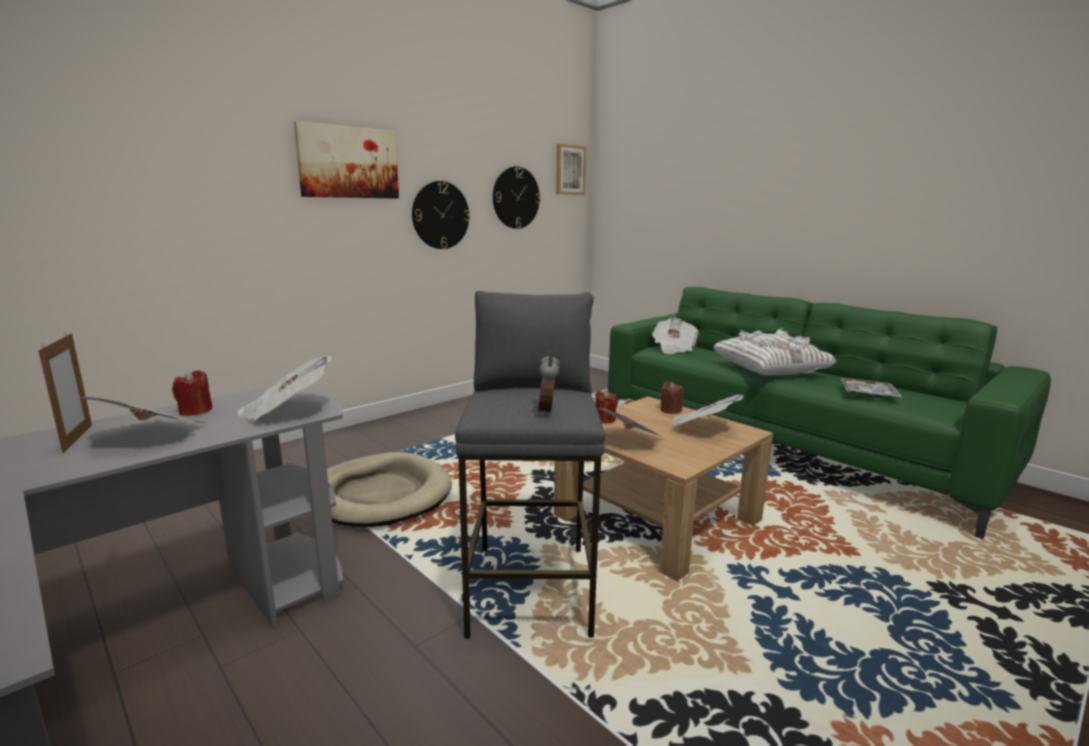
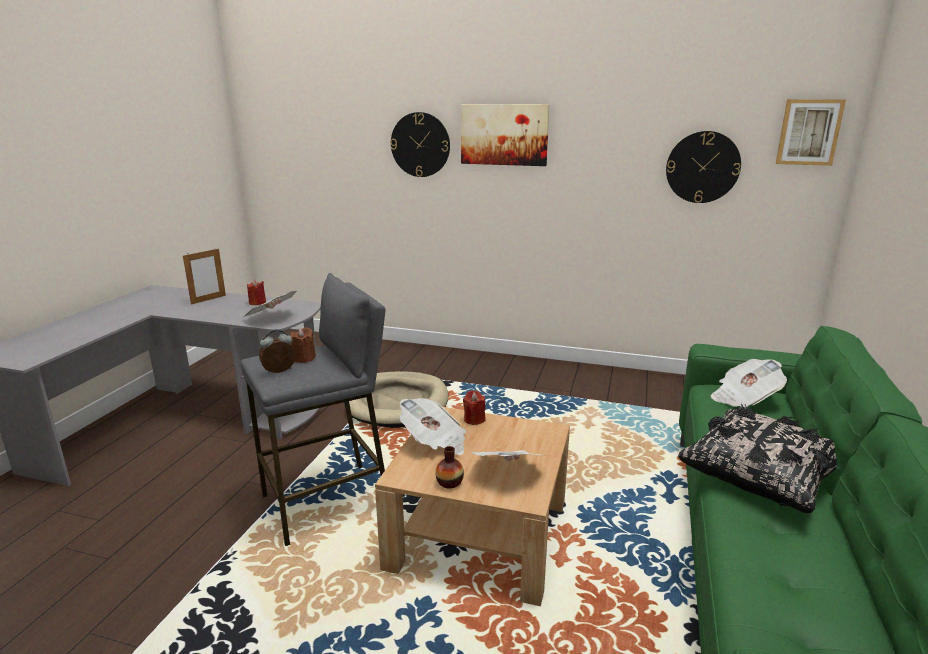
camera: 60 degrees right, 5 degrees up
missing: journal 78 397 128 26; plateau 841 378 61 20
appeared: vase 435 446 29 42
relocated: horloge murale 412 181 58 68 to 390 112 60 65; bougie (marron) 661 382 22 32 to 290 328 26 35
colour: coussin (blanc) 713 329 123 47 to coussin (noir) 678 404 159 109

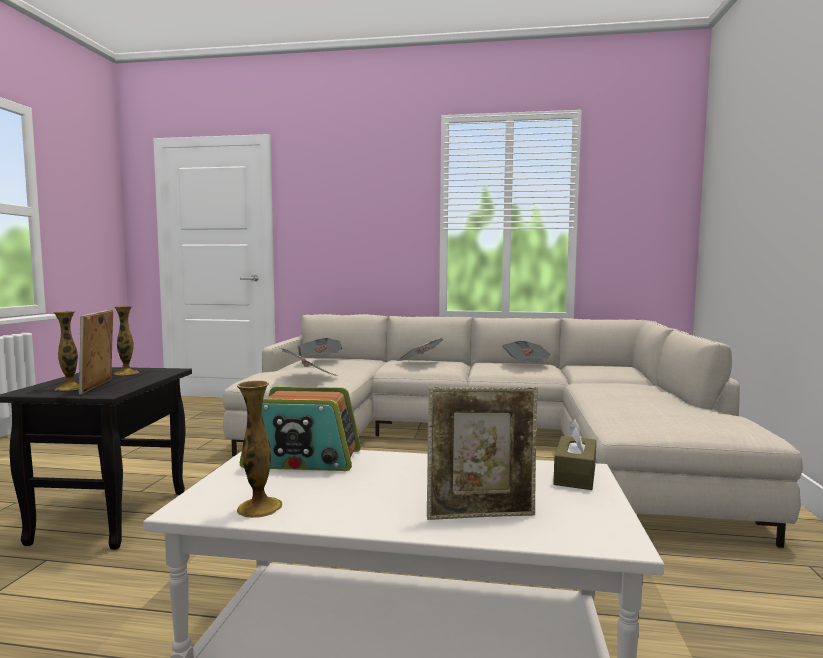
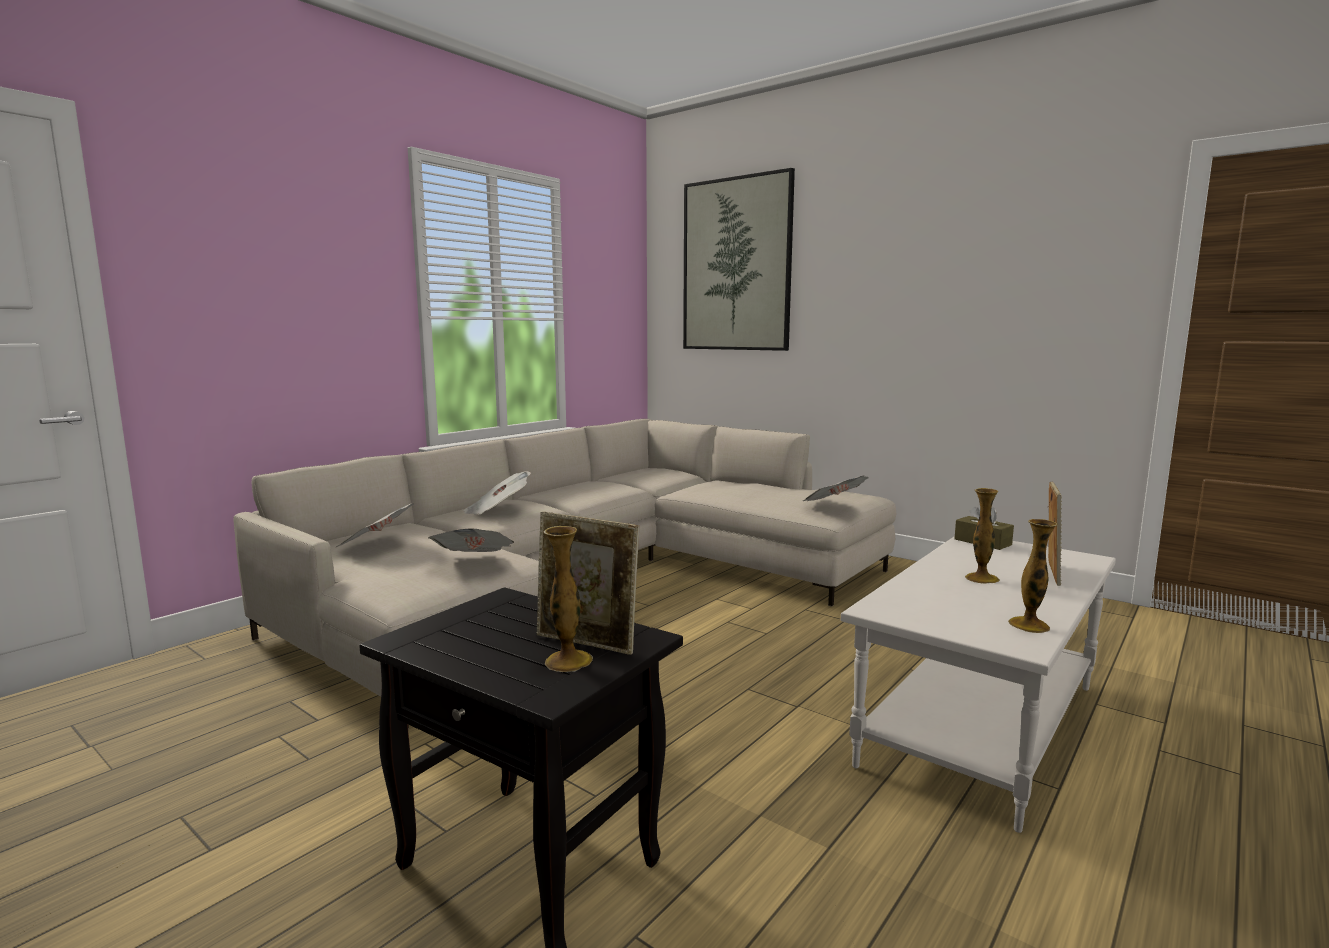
camera: 60 degrees left, 5 degrees up
missing: radio 240 386 121 85
appeared: tableau 683 168 112 183
relocated: vase 114 306 25 69 to 965 488 35 96; journal 502 341 48 22 to 803 475 66 26

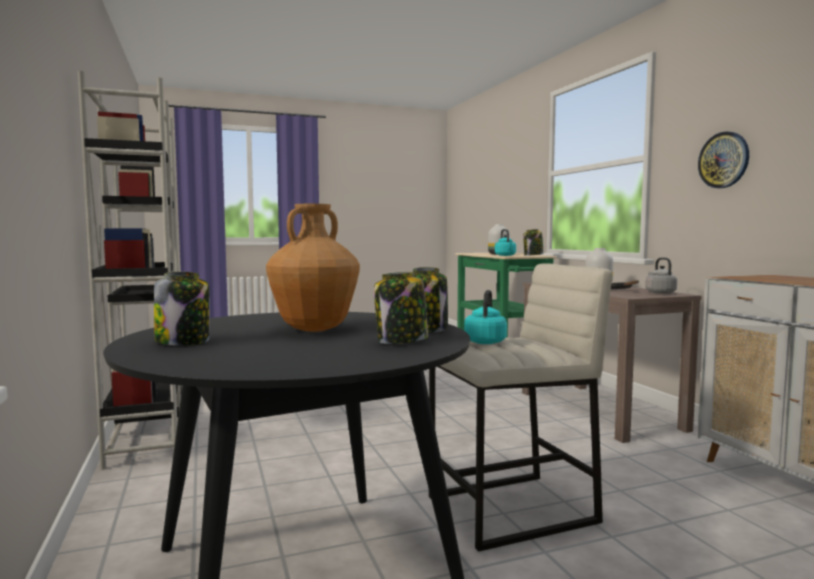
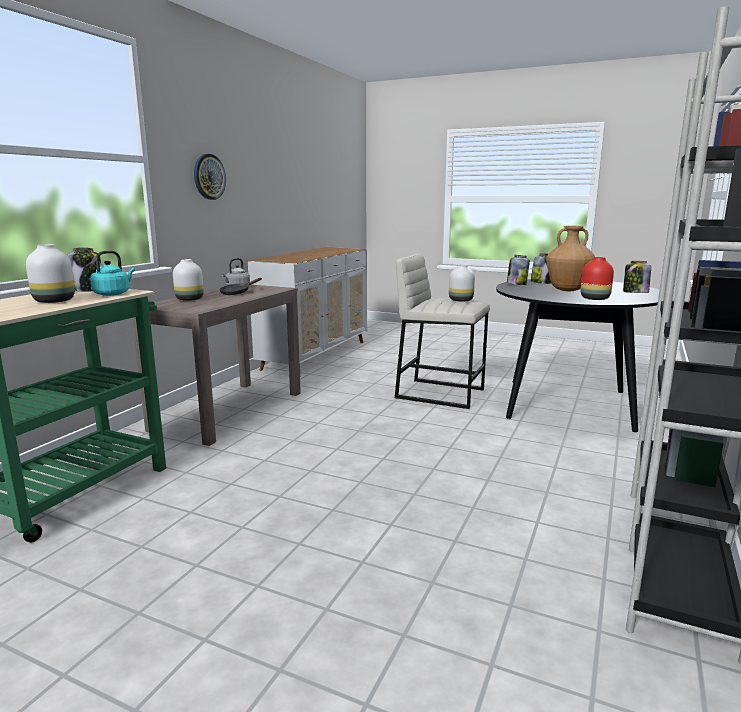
camera: 135 degrees left, 10 degrees up
appeared: vase (rouge) 581 257 33 43
exchanged: bouilloire (turquoise) 464 290 43 54 to vase (blanc) 449 264 26 38

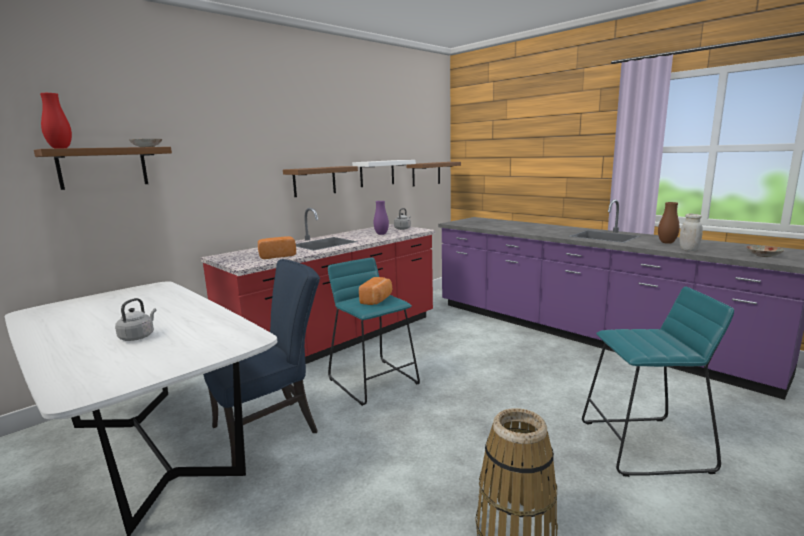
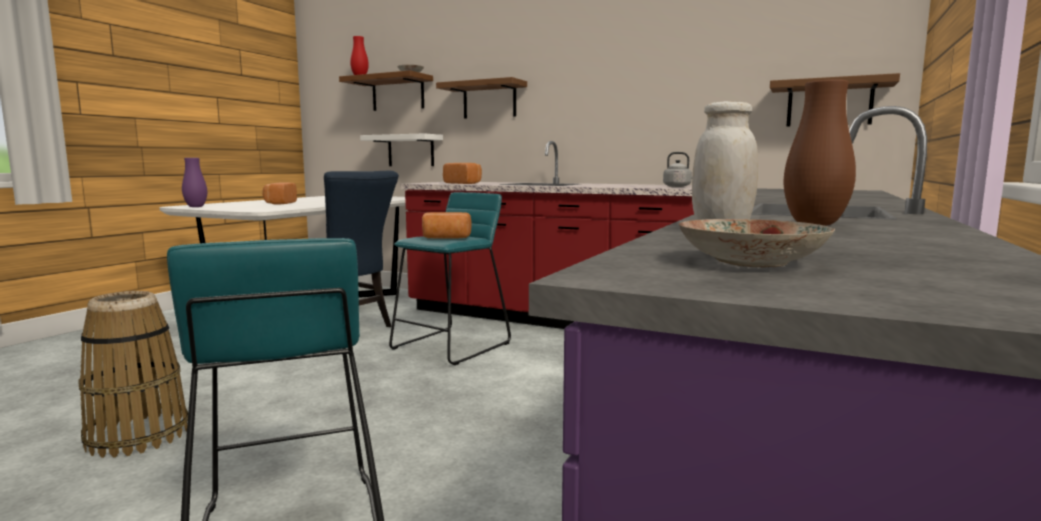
camera: 70 degrees right, 5 degrees down
relocated: étagère (marron) 283 166 75 31 to 436 77 91 42; étagère (blanc) 352 160 64 27 to 360 133 83 33; vase (violet) 373 201 16 34 to 182 158 25 49
exchanged: bouilloire (gris) 115 298 41 43 to pain 263 182 34 22

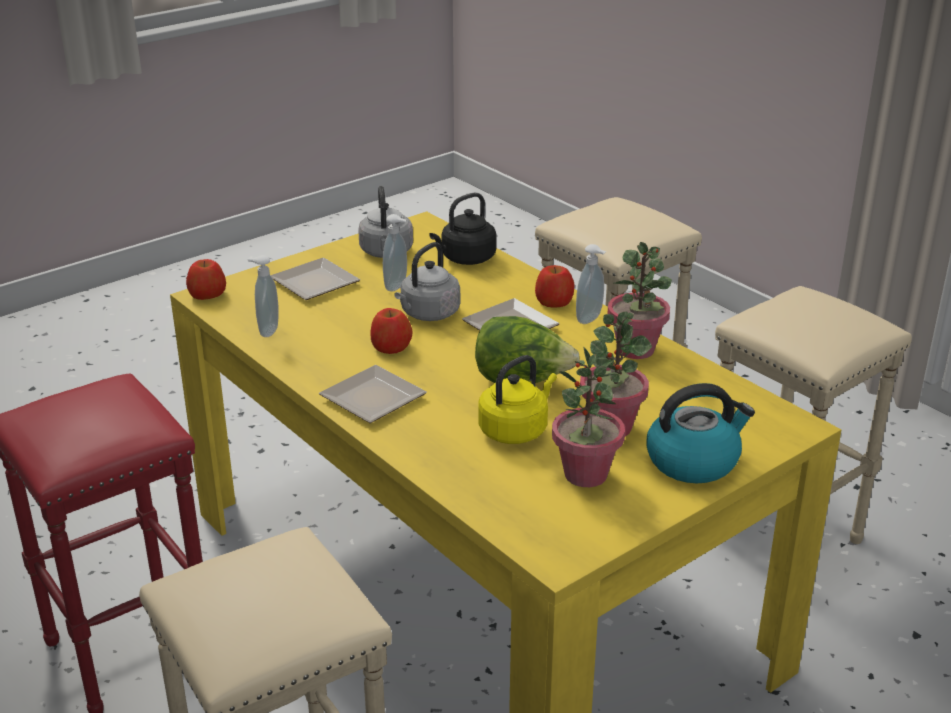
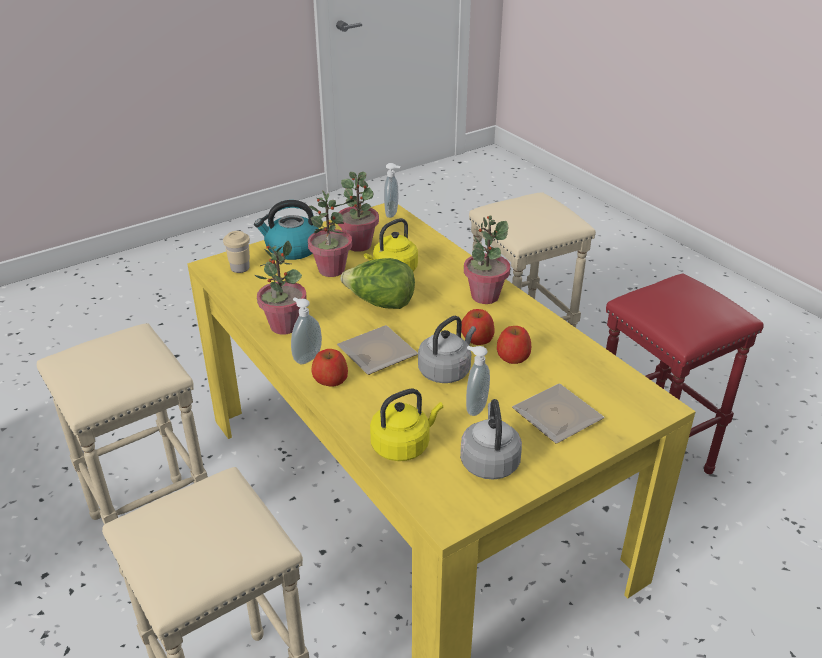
camera: 175 degrees left, 5 degrees up
appeared: tasse (beige) 223 231 27 42
relocated: pomme 186 259 40 41 to 497 326 34 38; distributeur de savon 247 255 31 82 to 384 163 17 55
exchanged: assiette 319 365 108 58 to plante en pot 464 216 46 88
colour: bouilloire (noir) 429 193 68 72 to bouilloire (jaune) 370 389 73 72

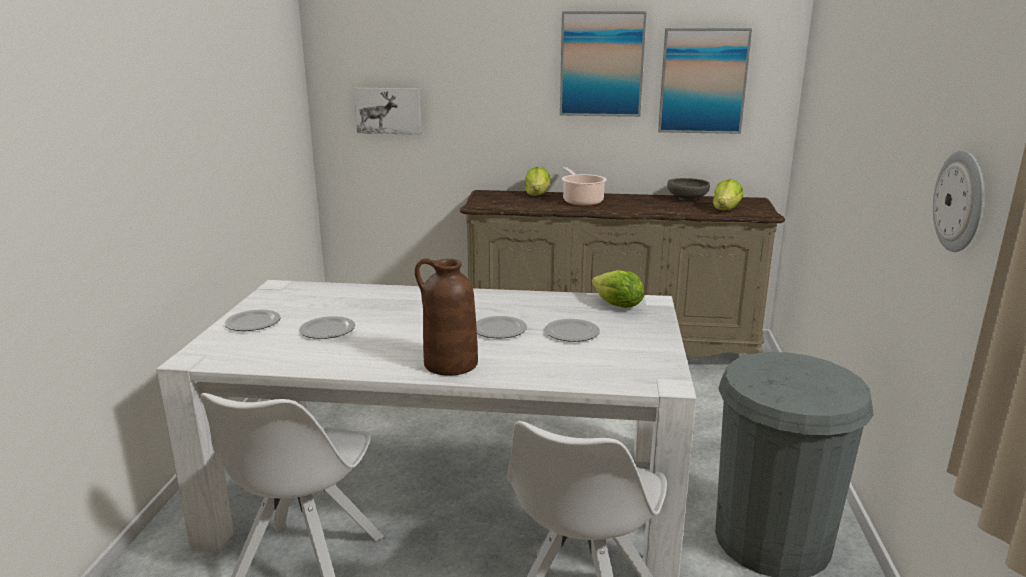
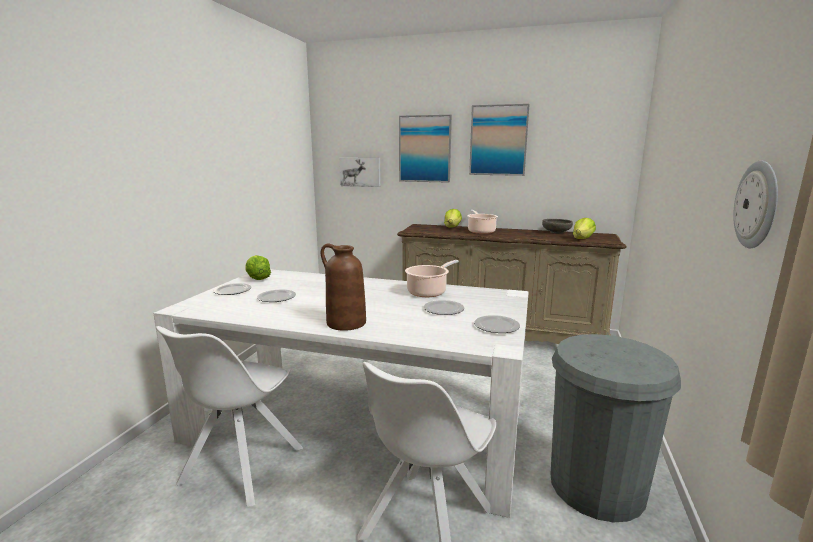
camera: 10 degrees right, 5 degrees down
appeared: marmite 405 260 54 37
relocated: assiette 476 316 51 22 to 474 315 46 18; laitue 592 270 52 38 to 245 255 26 25; tableau 658 28 94 106 to 399 115 53 68

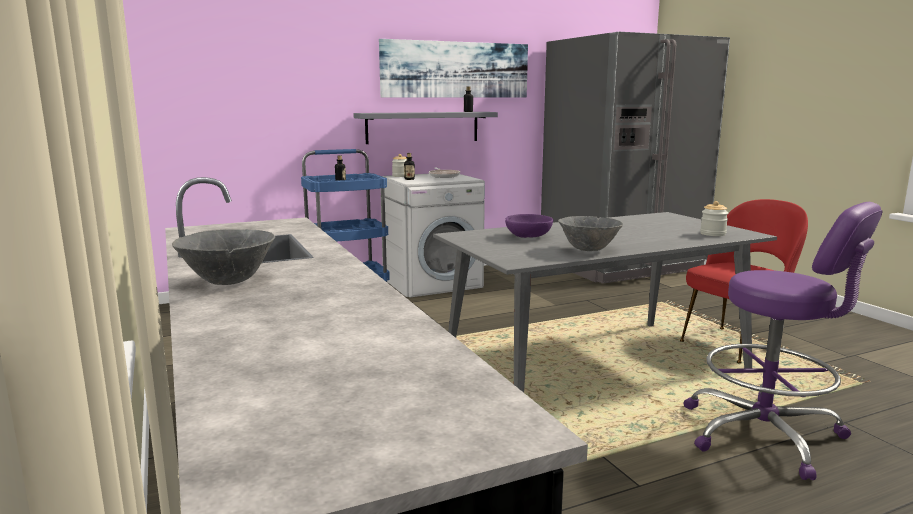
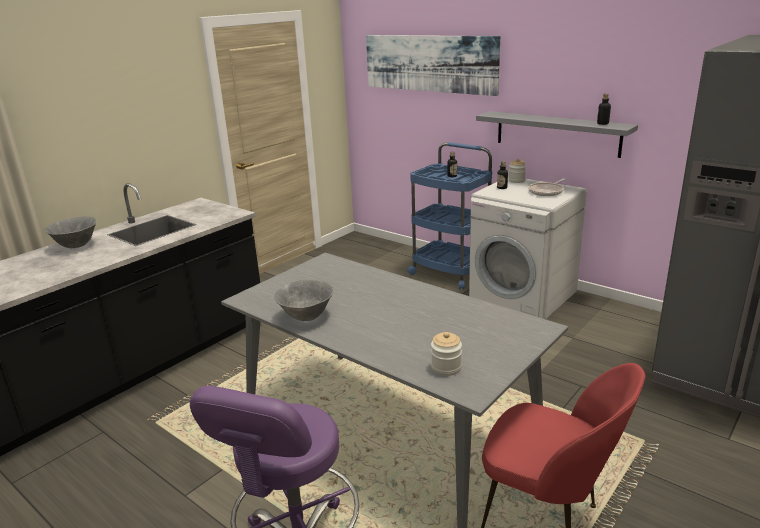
camera: 65 degrees right, 10 degrees up
missing: bol (violet) 505 214 48 24
relocated: tableau 379 39 149 59 to 366 35 134 61

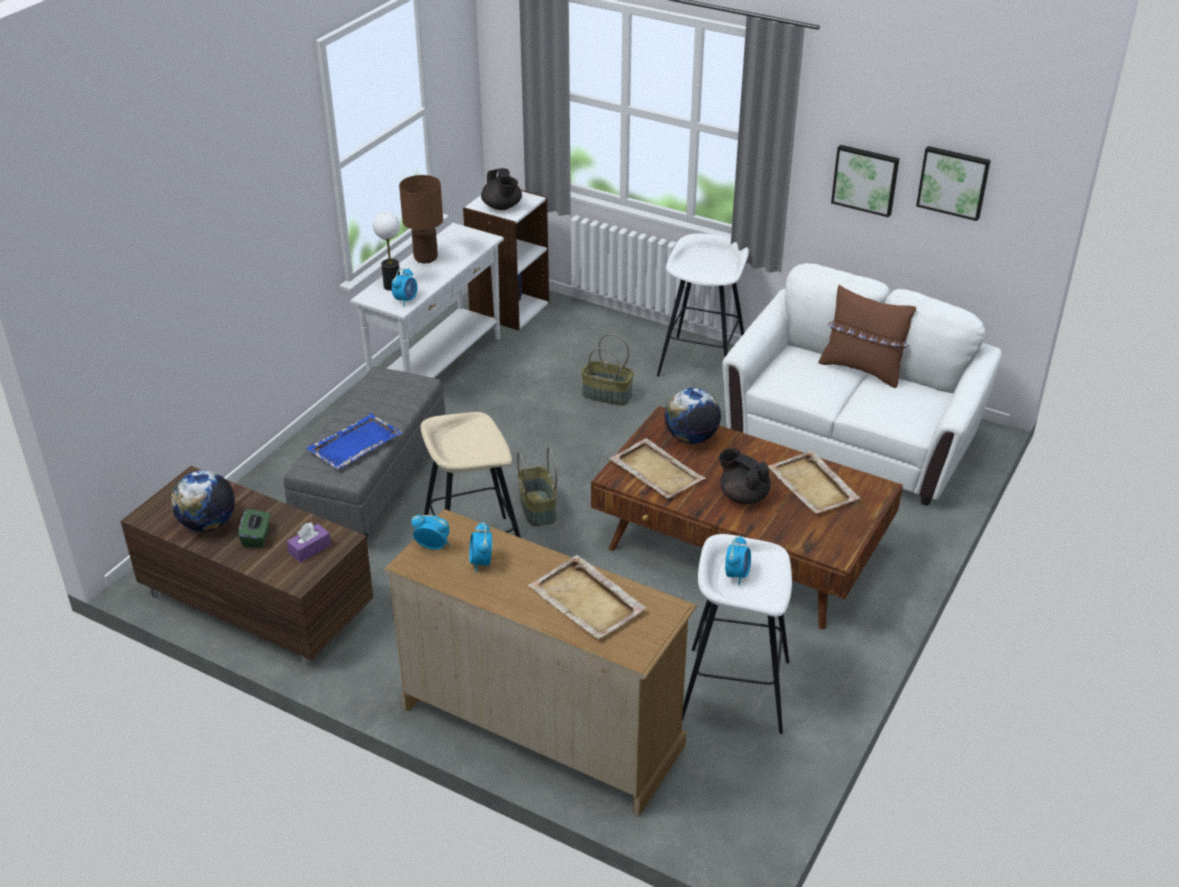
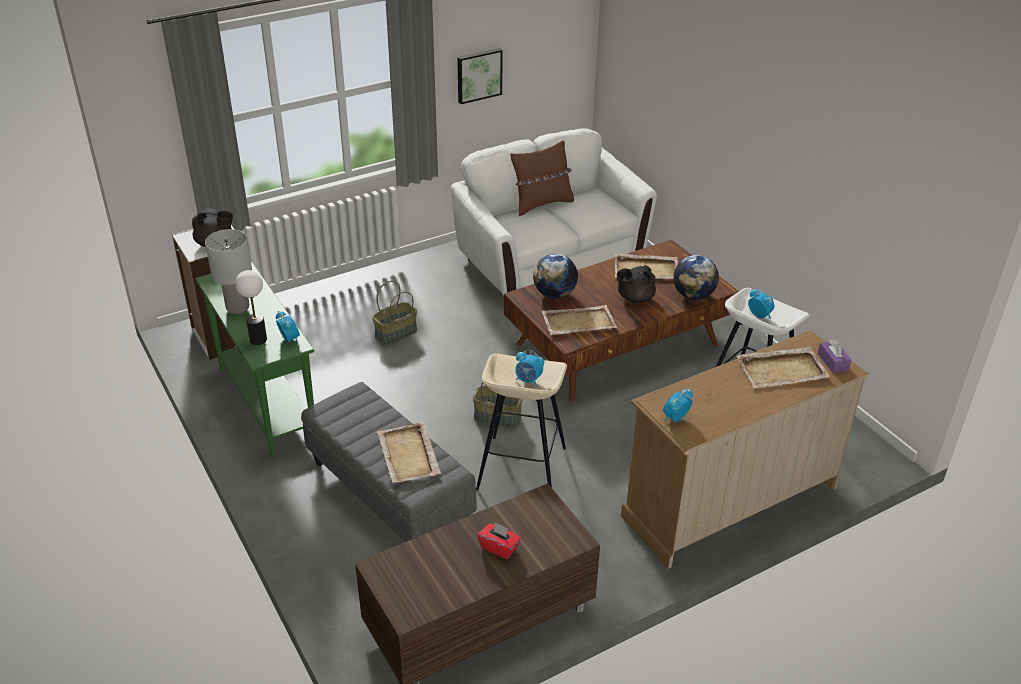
camera: 60 degrees left, 0 degrees up
missing: tabouret (blanc) 657 233 92 144; tableau 916 146 75 75
relocated: globe 171 470 64 62 to 673 255 46 45; boîte à mouchoirs (violet) 287 523 44 40 to 818 339 33 34; réveil 469 522 23 50 to 515 350 29 36
colour: boîte à mouchoirs (vert) 238 509 32 38 to boîte à mouchoirs (rouge) 477 522 44 37; plateau (bleu) 306 414 96 55 to plateau (beige) 377 422 64 61; table console (blanc) 350 223 154 155 to table console (vert) 195 262 119 196; lampe de table (marron) 399 175 44 88 to lampe de table (gris) 205 229 47 85

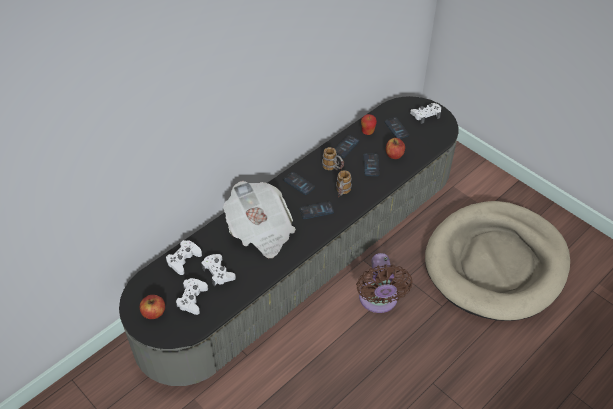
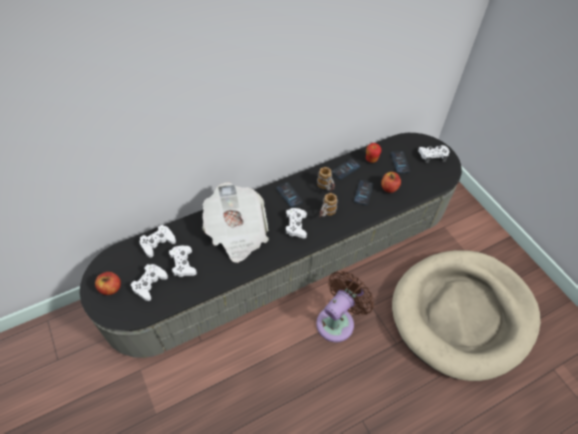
camera: 15 degrees right, 5 degrees up
exchanged: téléphone 300 202 34 17 to manette (blanc) 285 208 22 30
spun: ventilateur (marron) 356 253 56 60 = 316 270 58 72 150 degrees counterclockwise

